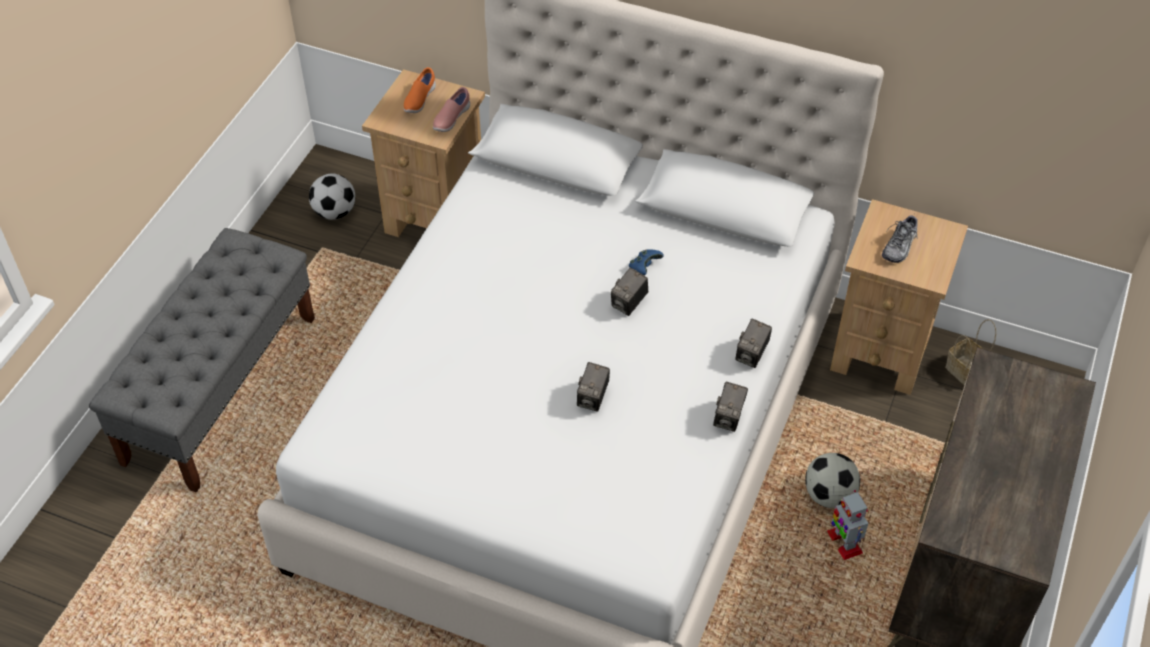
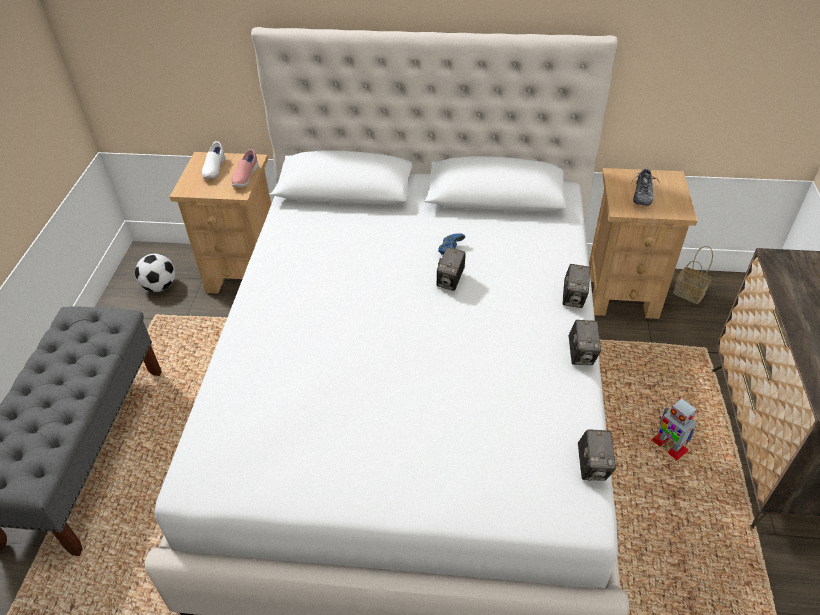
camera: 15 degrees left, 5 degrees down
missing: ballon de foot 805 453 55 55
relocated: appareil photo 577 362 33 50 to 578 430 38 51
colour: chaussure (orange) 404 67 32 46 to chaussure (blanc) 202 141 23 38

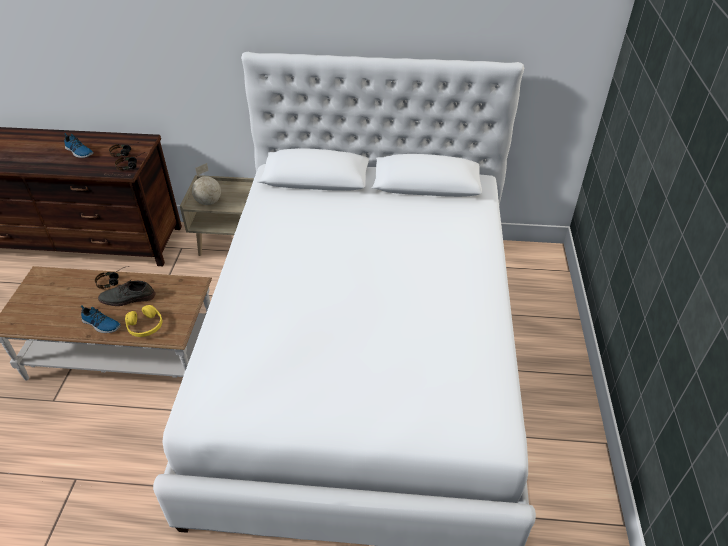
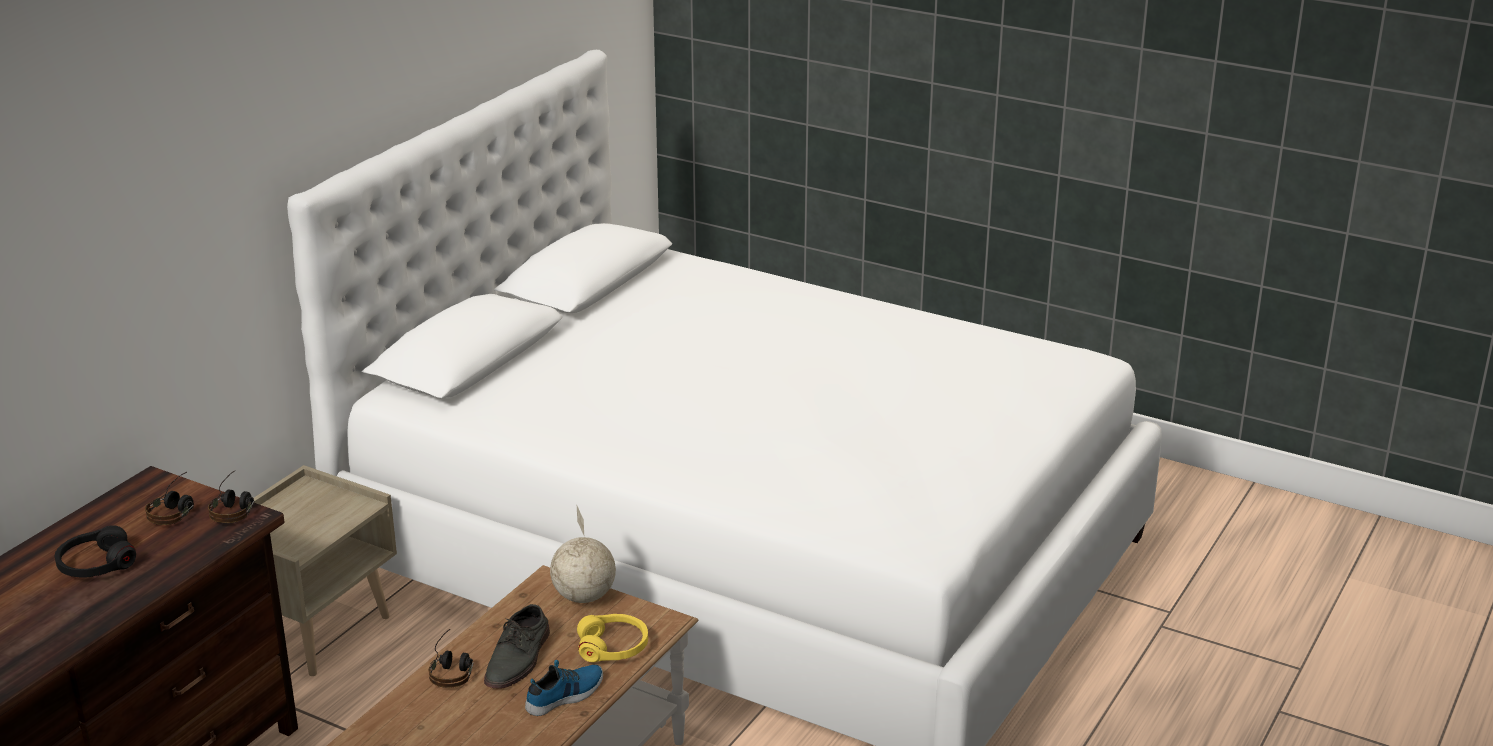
camera: 65 degrees left, 15 degrees down
relocated: globe 192 163 29 42 to 550 506 66 97
exchanged: chaussure 64 133 30 25 to casque audio (noir) 55 525 81 52

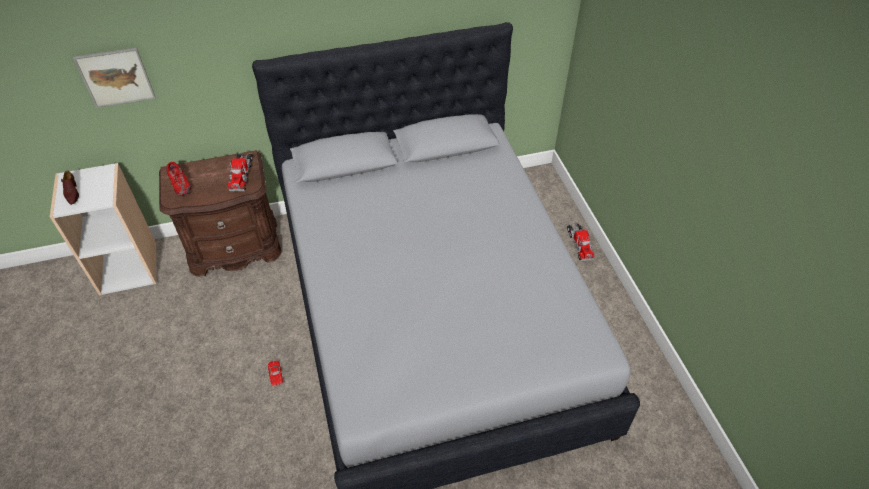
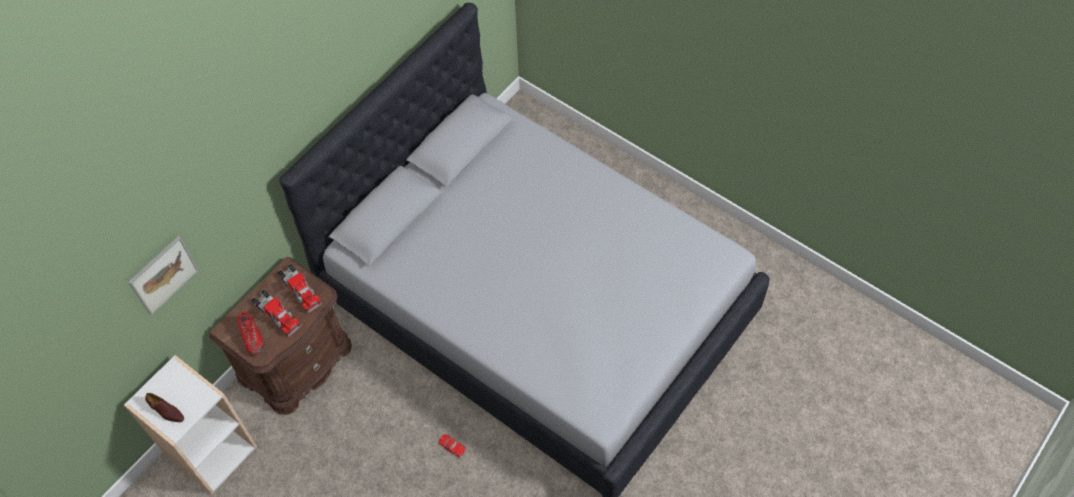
camera: 35 degrees left, 10 degrees up
relocated: camion jouet 567 224 27 37 to 251 289 50 47
spun: chaussure (rouge) 167 162 25 34 = 238 312 26 44 45 degrees clockwise

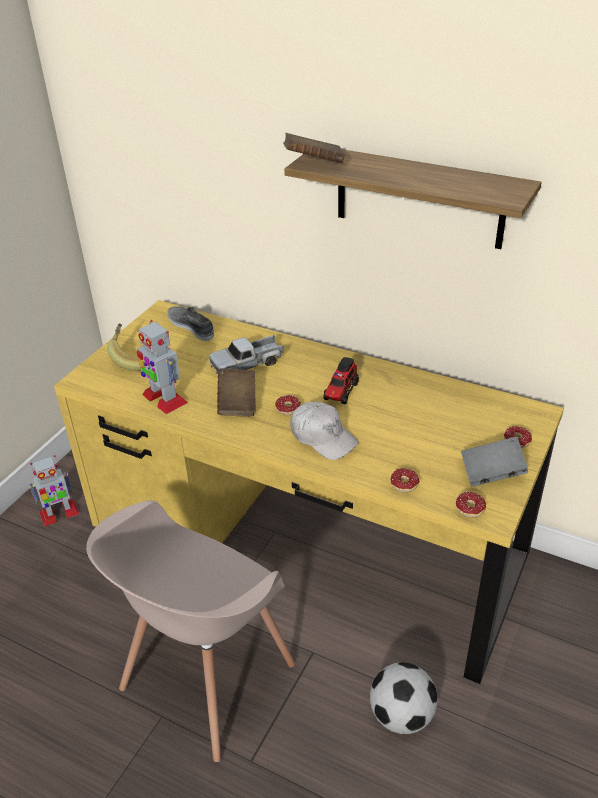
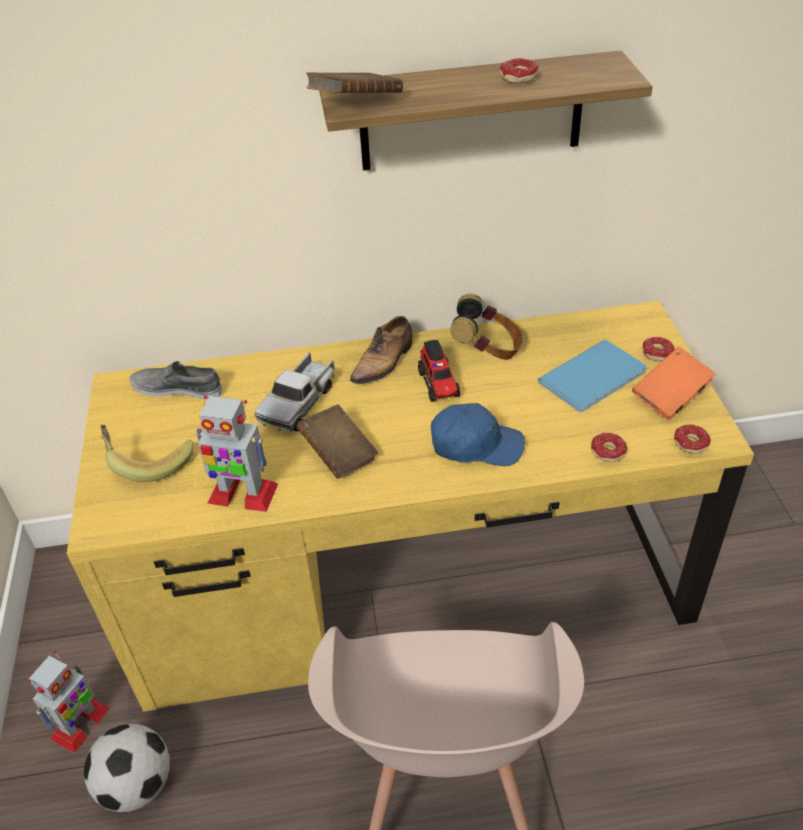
camera: 35 degrees left, 5 degrees up
appeared: chaussure 350 316 63 68; casque audio 450 294 74 66; livre (bleu) 538 340 109 72
relocated: beignet 275 395 26 20 to 500 58 39 26; ballon de foot 370 662 68 72 to 84 724 86 88
colour: casquette (blanc) 290 401 69 59 to casquette (bleu) 431 403 94 63; livre (gris) 461 436 67 51 to livre (orange) 632 347 84 73

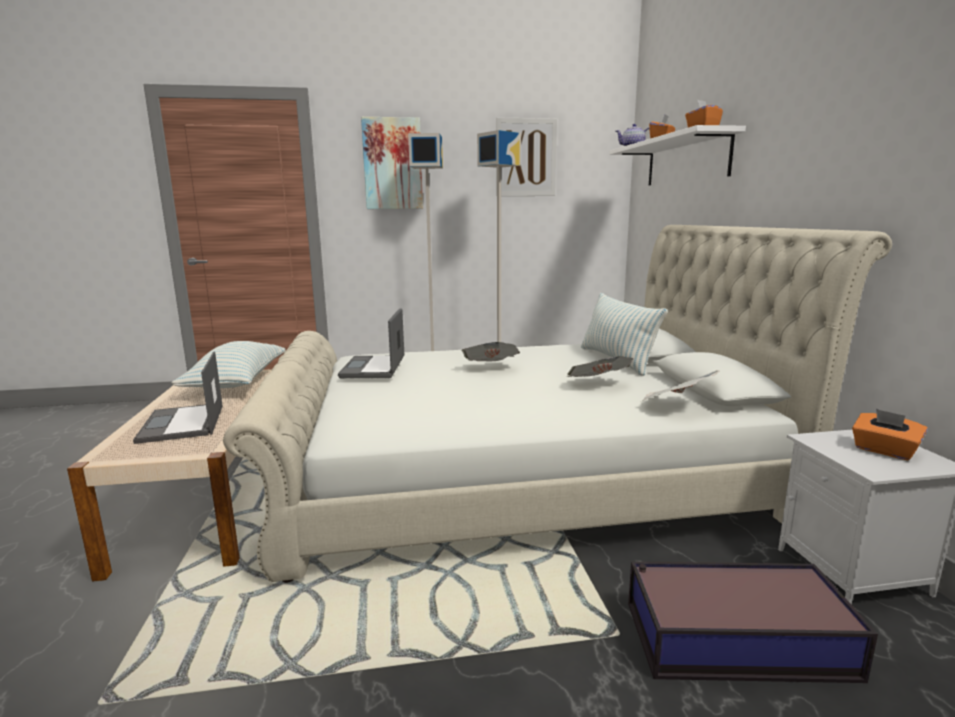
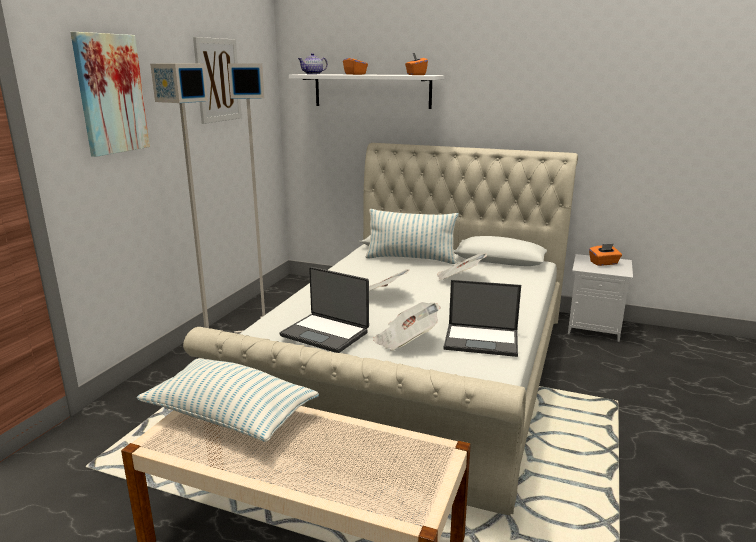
camera: 60 degrees left, 5 degrees up
missing: boîte de rangement 628 562 250 121
relocated: ordinateur portable 133 351 90 93 to 444 280 77 77; journal 640 370 79 32 to 373 302 68 49

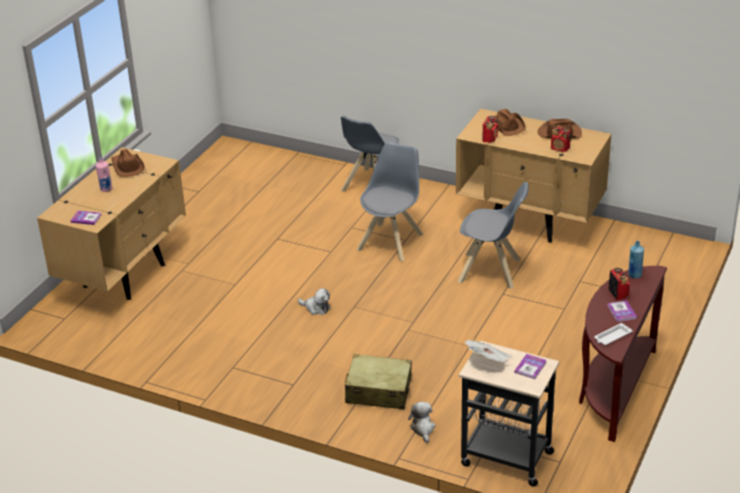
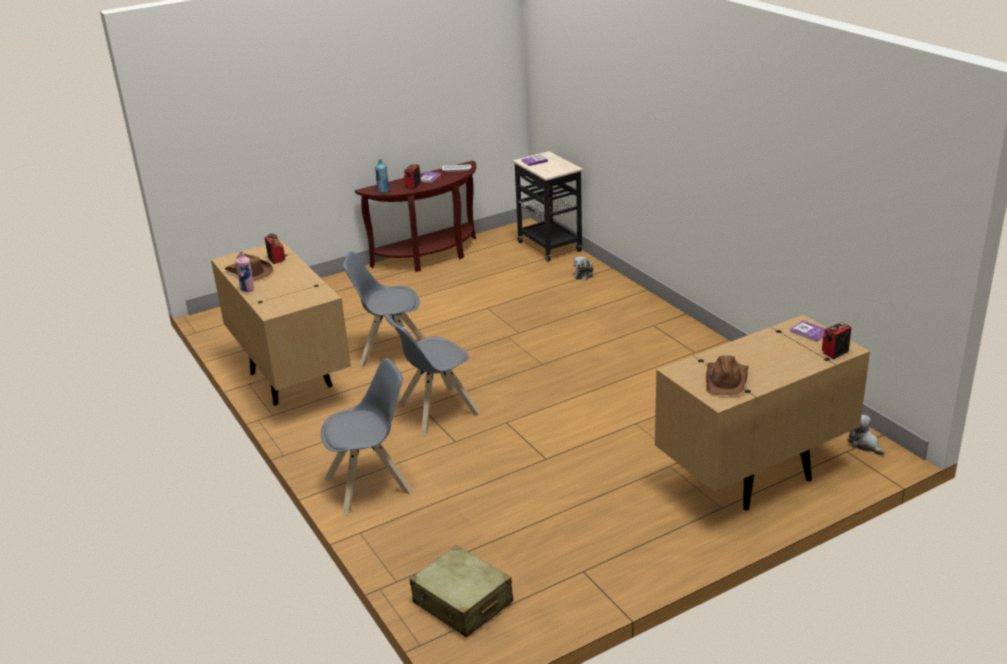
camera: 145 degrees left, 5 degrees down
missing: journal 465 340 47 23; chapeau (marron) 494 109 32 27
relocated: bouteille (rose) 96 157 16 35 to 236 252 18 40; peluche 298 288 33 27 to 847 415 38 40; valise (beige) 345 354 67 56 to 410 545 103 93; radio 482 116 16 27 to 822 323 29 36
spun: chaise (gris) 457 182 71 107 = 343 251 82 116 45 degrees counterclockwise

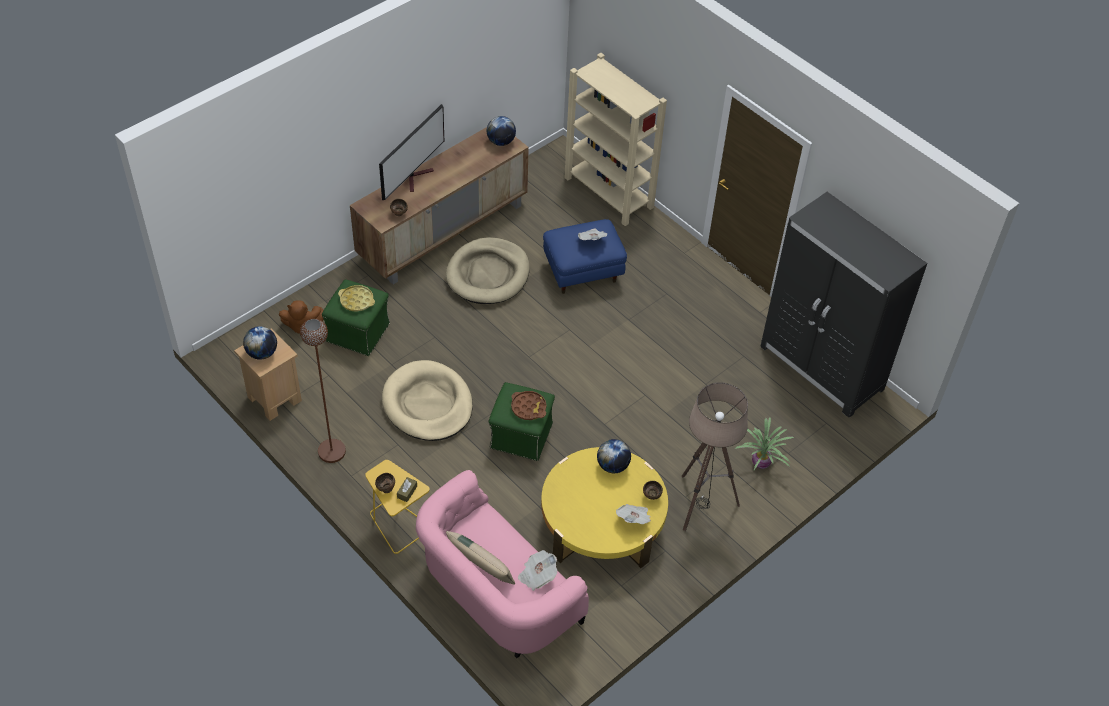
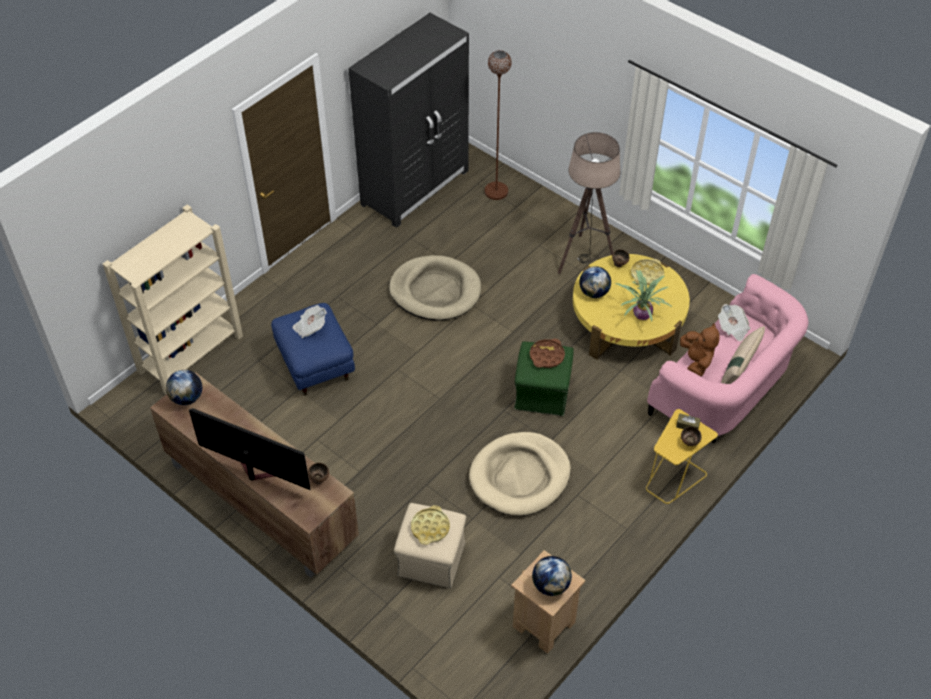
camera: 95 degrees left, 0 degrees up
relocated: peluche (marron) 279 300 45 34 to 680 323 40 53; lampadaire (marron) 300 318 46 145 to 485 50 27 150; panier pour chien (beige) 446 237 84 67 to 389 255 92 66; plante en pot 735 418 59 52 to 616 269 56 52
exchanged: journal 616 504 35 20 to plateau (jaune) 631 259 33 26
colour: pouf (vert) 322 279 68 77 to pouf (beige) 394 503 72 86

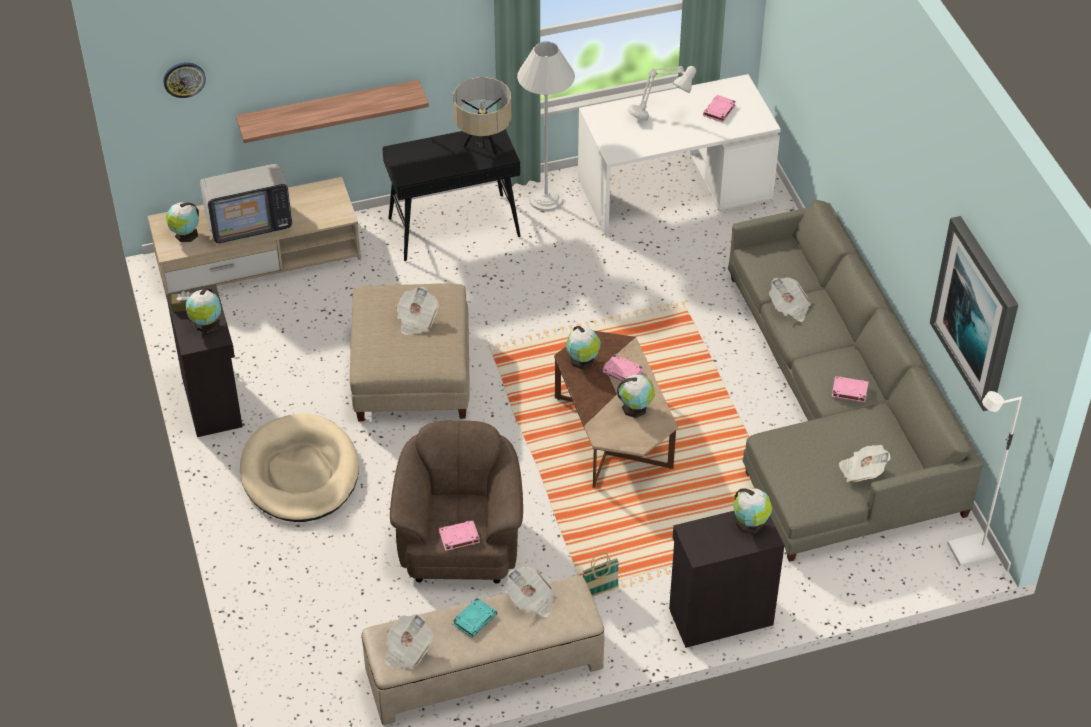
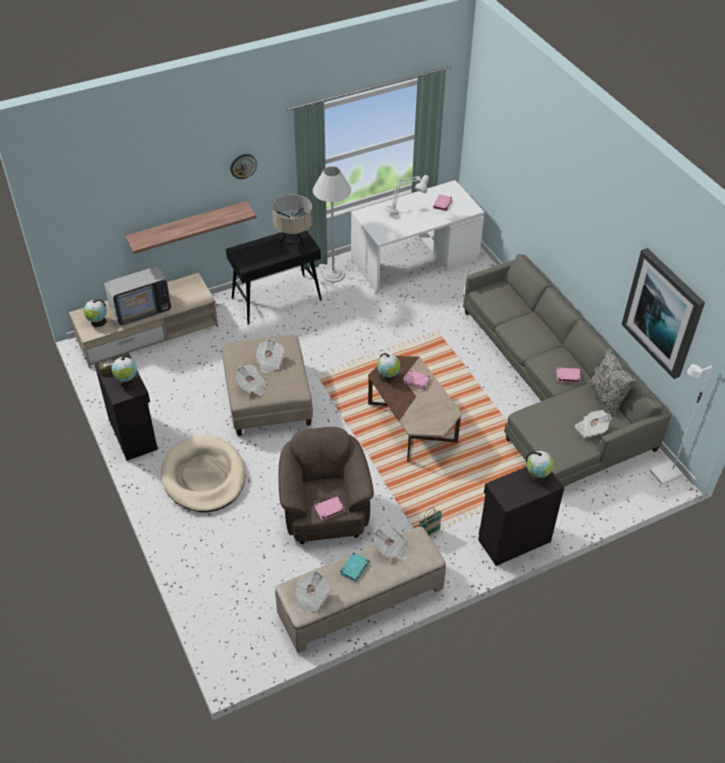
camera: 10 degrees left, 0 degrees up
missing: globe 617 375 38 43
appeared: coussin (gris) 587 349 50 67
relocated: horloge murale 163 62 43 36 to 230 154 27 25; journal 769 277 42 45 to 236 365 32 31

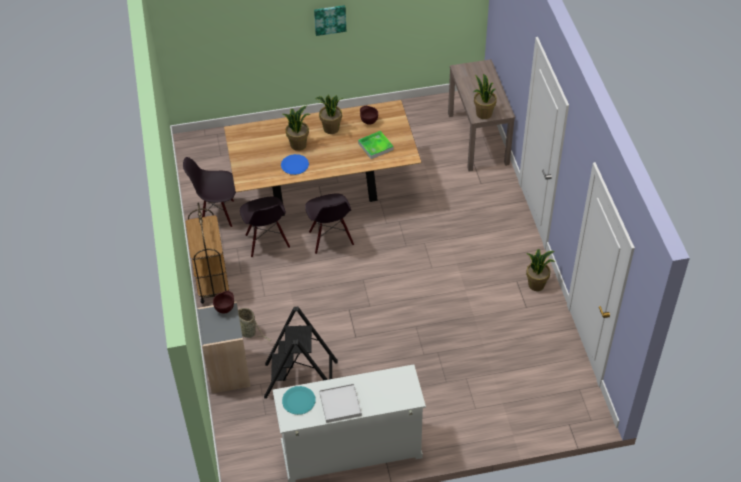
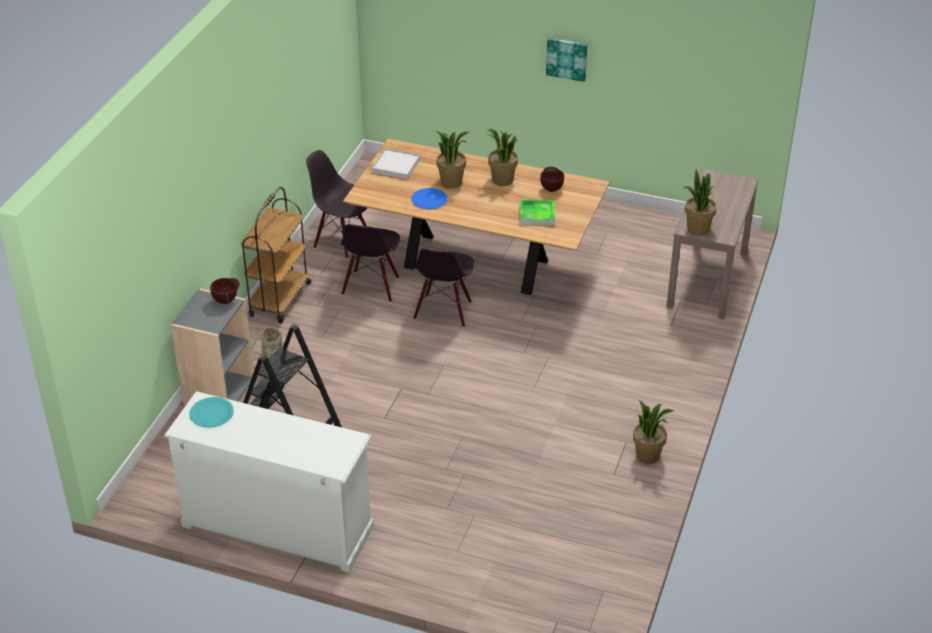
camera: 30 degrees right, 10 degrees down
relocated: plateau (blanc) 319 384 43 39 to 372 148 48 31

